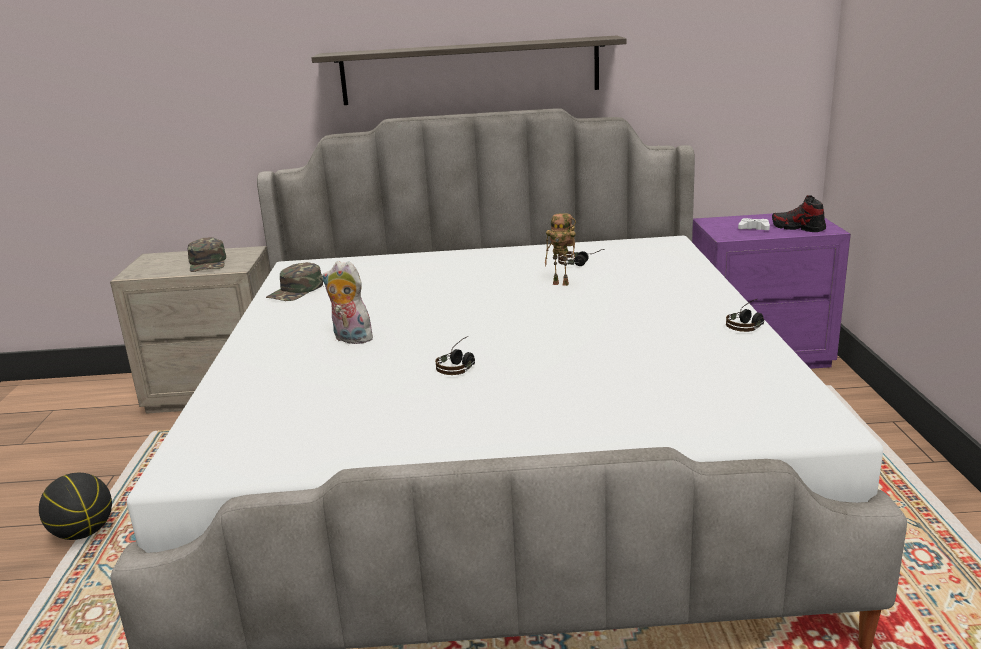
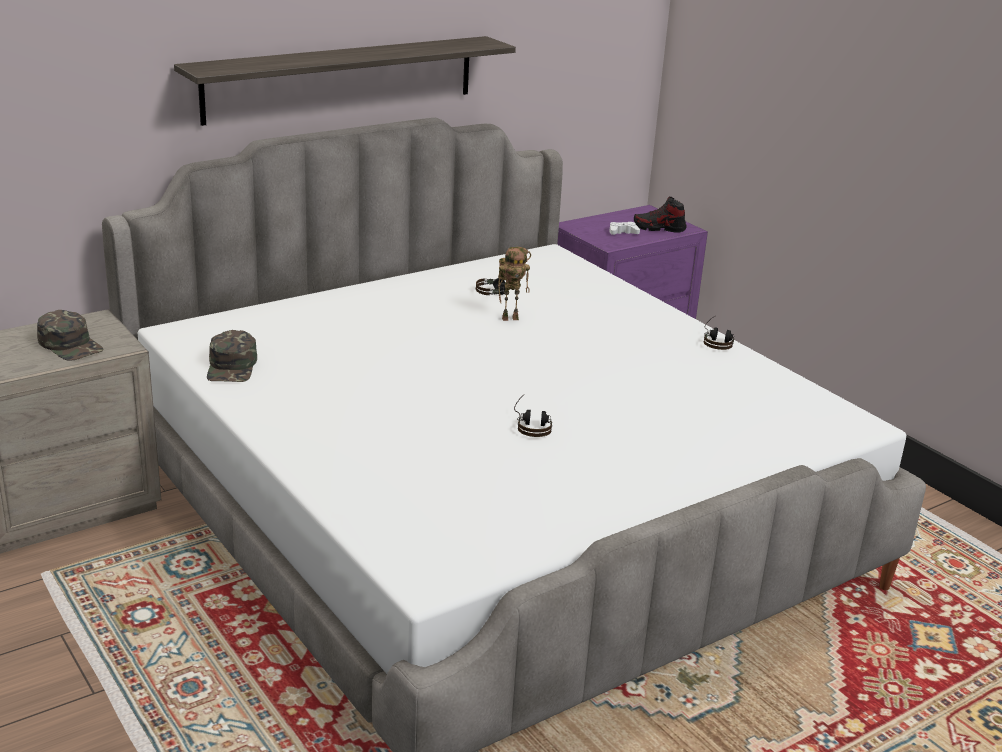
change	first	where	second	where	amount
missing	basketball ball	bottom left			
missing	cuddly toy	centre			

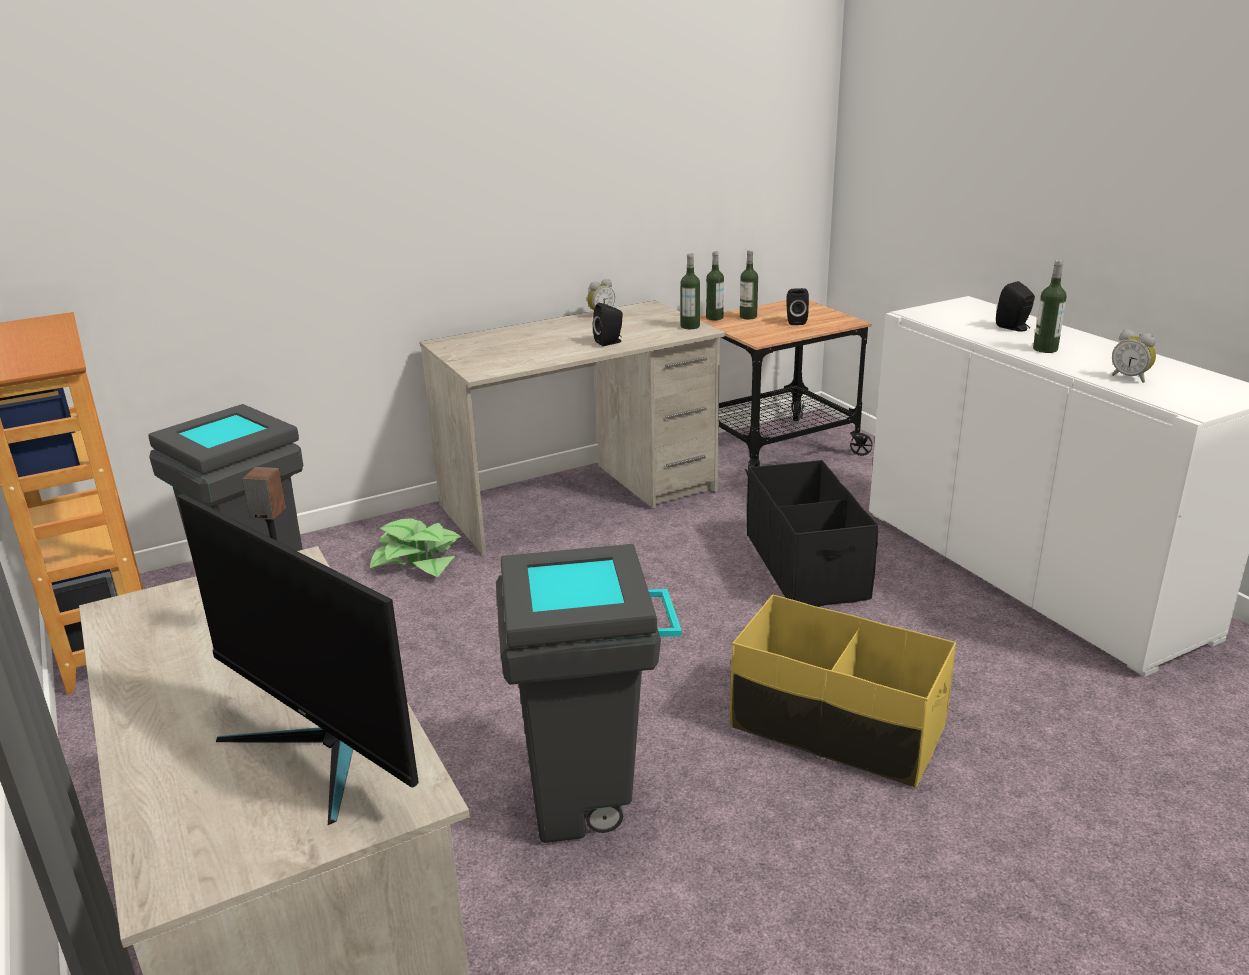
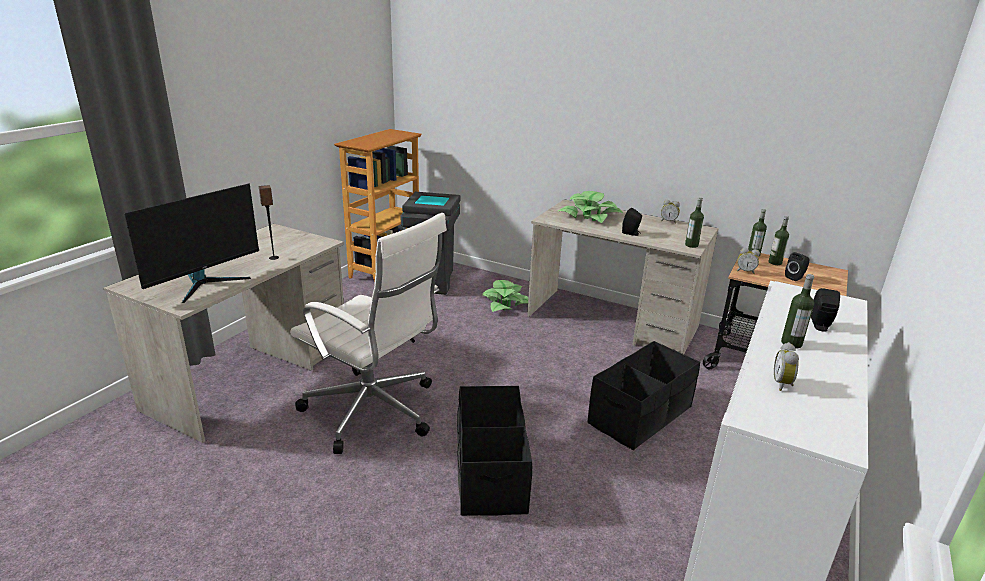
change	first	where	second	where	amount
appeared			potted plant (no. 2 from left)	centre	
appeared			table clock (no. 2 from left)	middle right	
exchanged	grey rubbish bin (no. 2 from left)	bottom centre	whitish computer chair	centre	
colour	yellow-coloured storage box	bottom right	black-coloured storage box (no. 1 from left)	bottom centre	
spun	monitor	bottom left		middle left	150 degrees counterclockwise

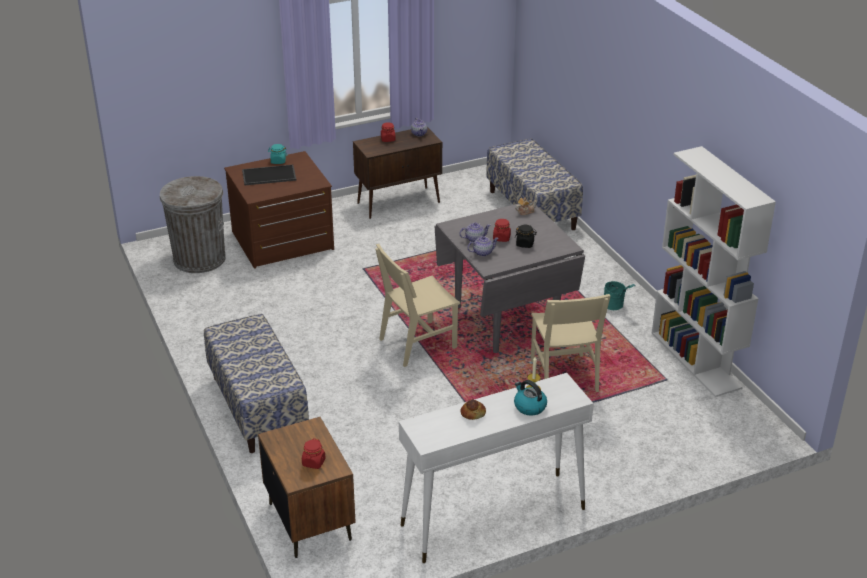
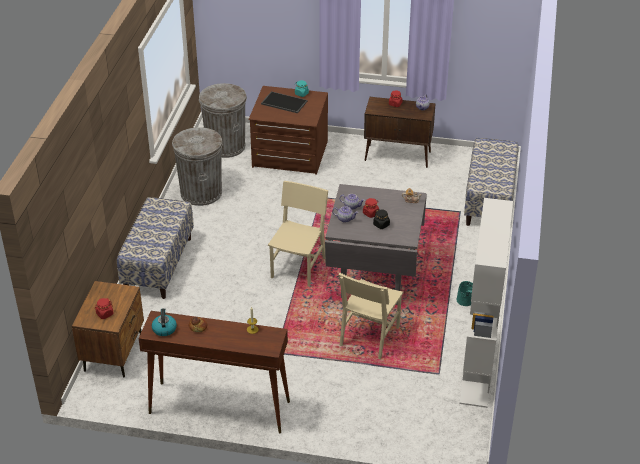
change	first	where	second	where	amount
appeared			grey rubbish bin (no. 1 from left)	middle left	
relocated	tea kettle	bottom centre		bottom left	
colour	whitish console table	bottom centre	brown-coloured console table	bottom centre	
spun	beige chair (no. 1 from left)	centre		centre	105 degrees clockwise

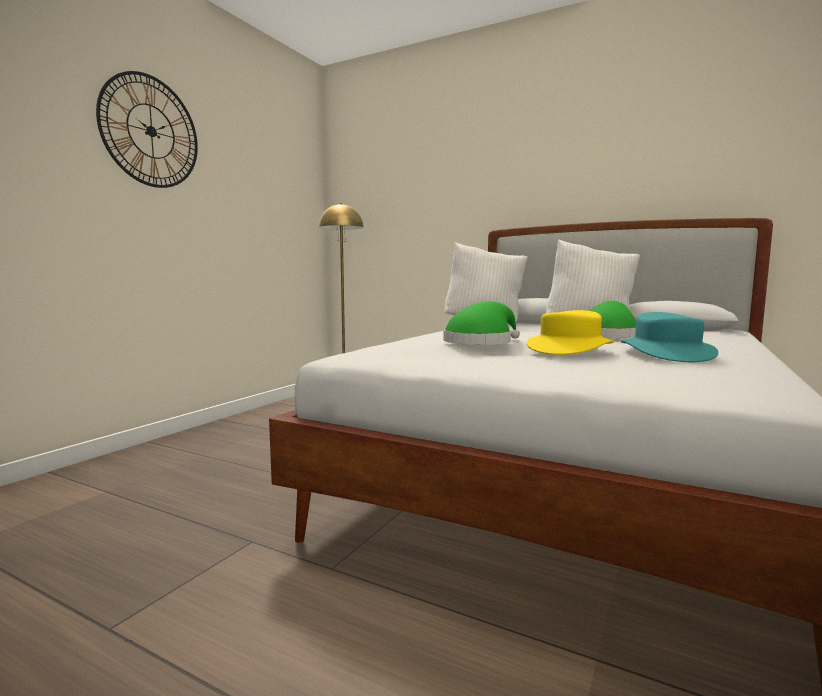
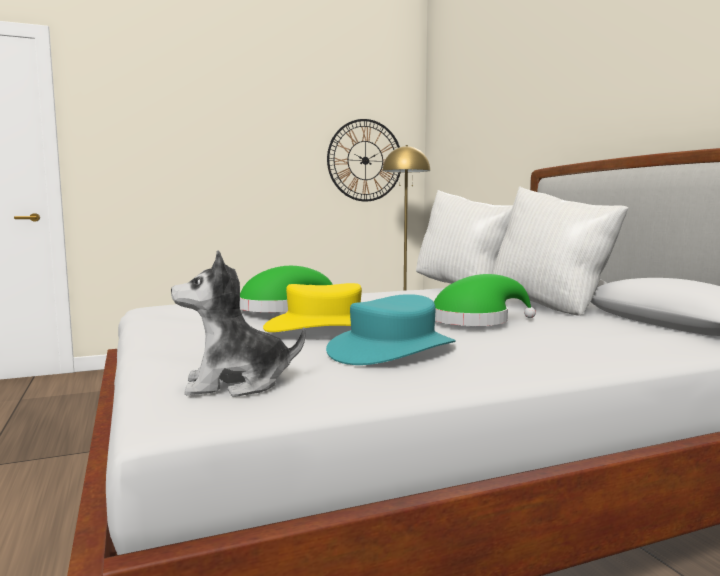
change	first	where	second	where	amount
appeared			cuddly toy	middle left	
relocated	clock on the wall	top left		top centre	

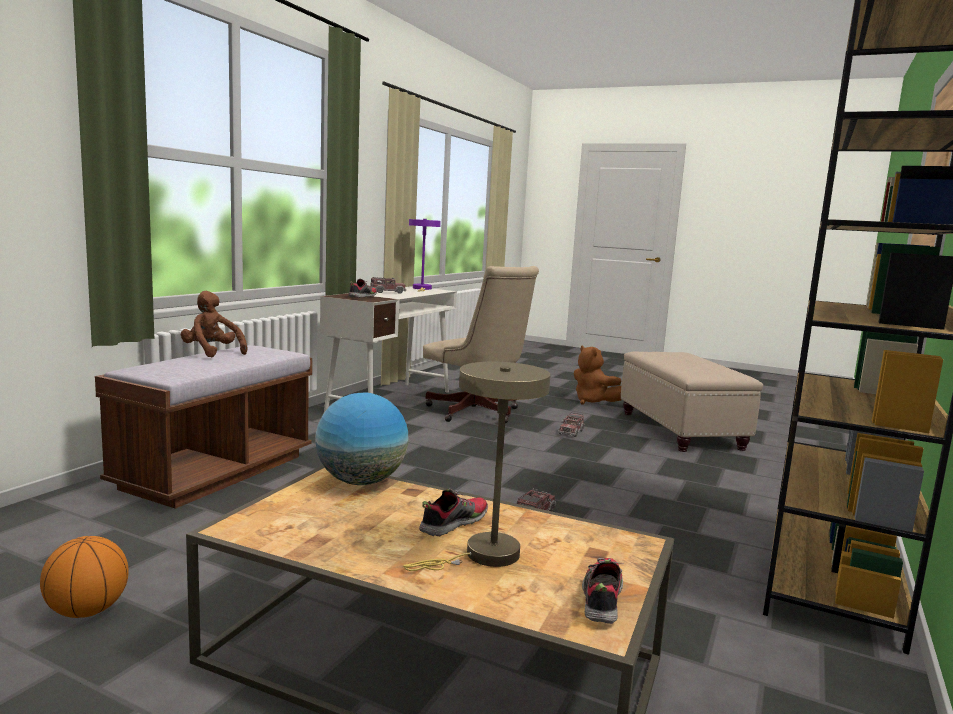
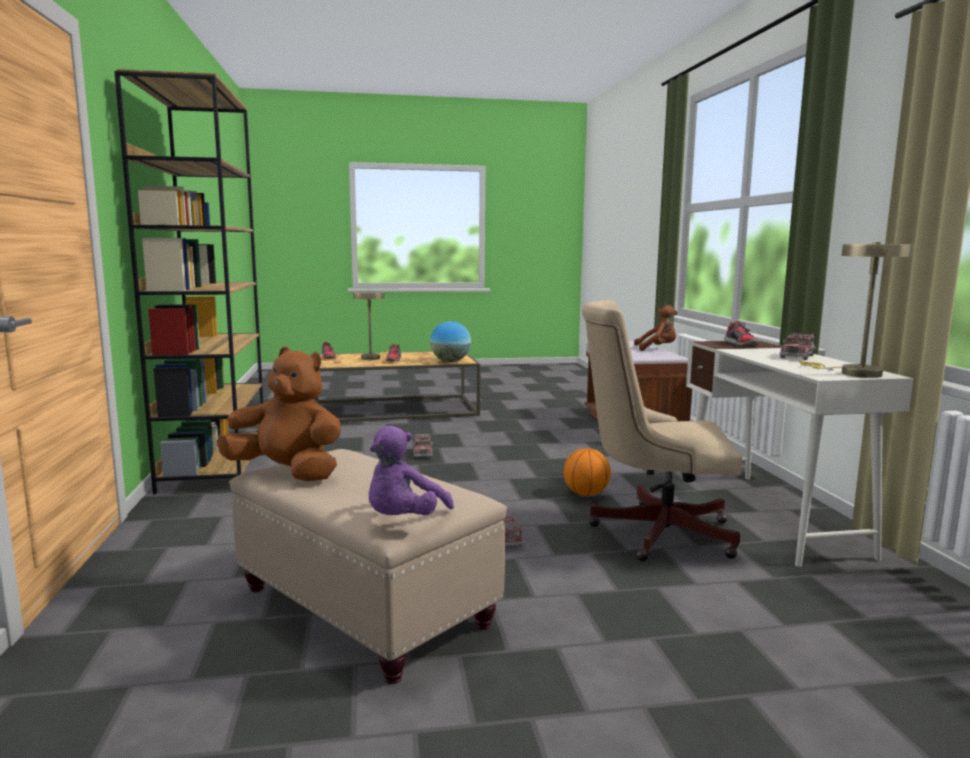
change	first	where	second	where	amount
appeared			purplish cuddly toy	centre	
relocated	basketball ball	bottom left		centre	
relocated	brown-coloured cuddly toy (no. 2 from left in the first image)	centre	brown-coloured cuddly toy (no. 1 from left)	middle left	
colour	purplish lamp for a table	centre	beige lamp for a table (no. 2 from left)	middle right	

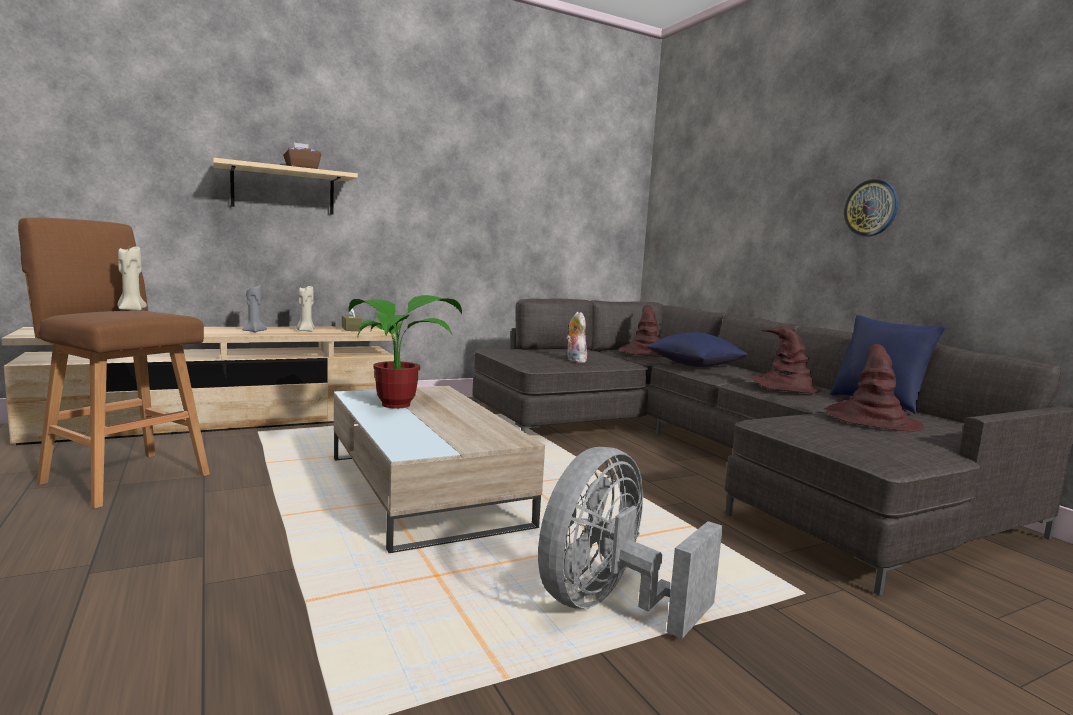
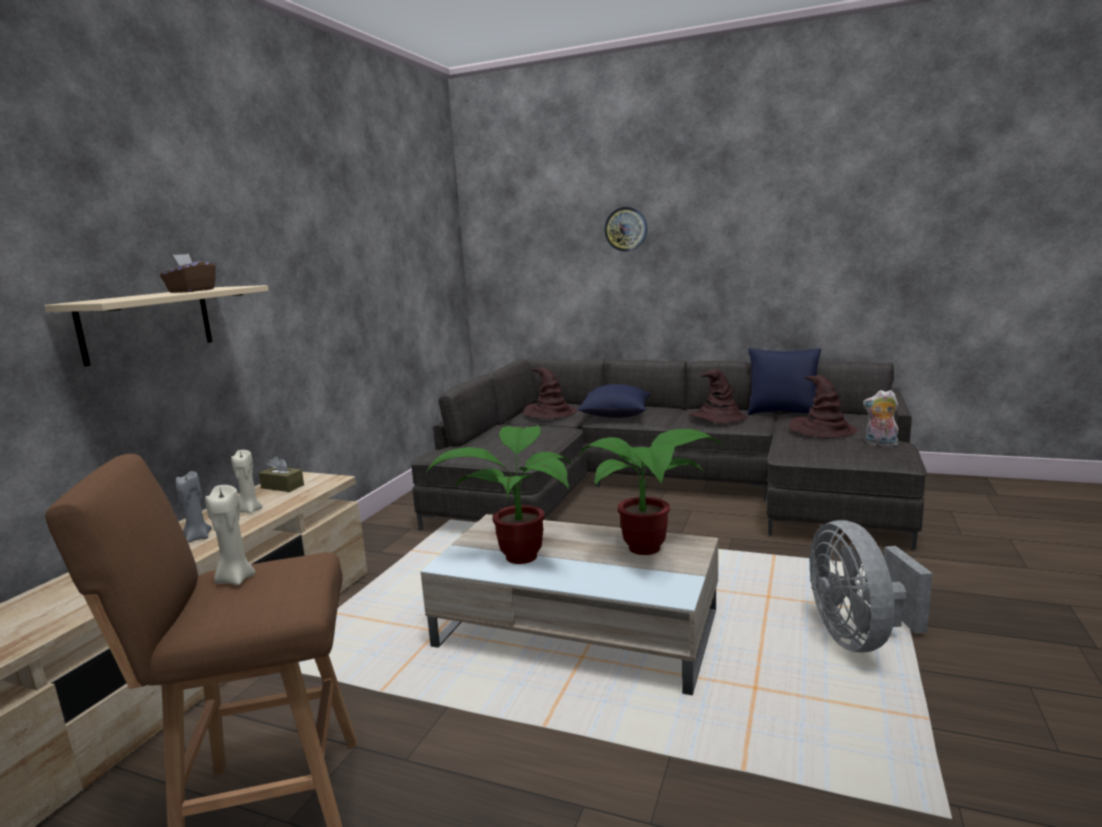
change	first	where	second	where	amount
appeared			potted plant (no. 2 from left)	centre	
relocated	cuddly toy	centre		middle right	
relocated	clock on the wall	top right		top centre	

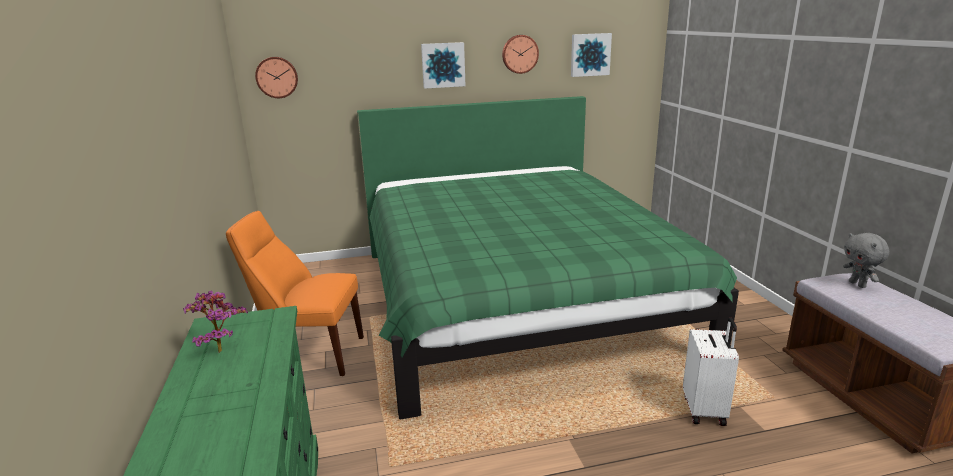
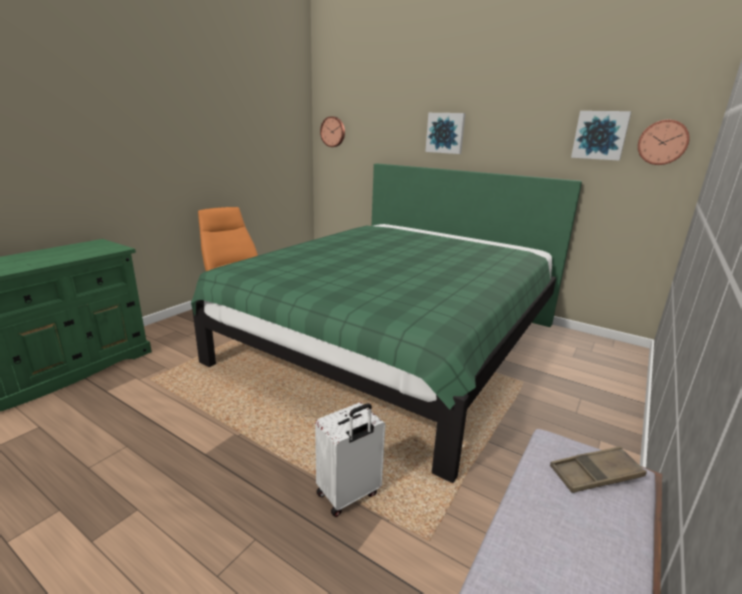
change	first	where	second	where	amount
missing	potted plant	bottom left			
relocated	clock on the wall (no. 2 from left)	top centre		top right	
exchanged	grey cuddly toy	middle right	brown-coloured carrying tray	bottom right	

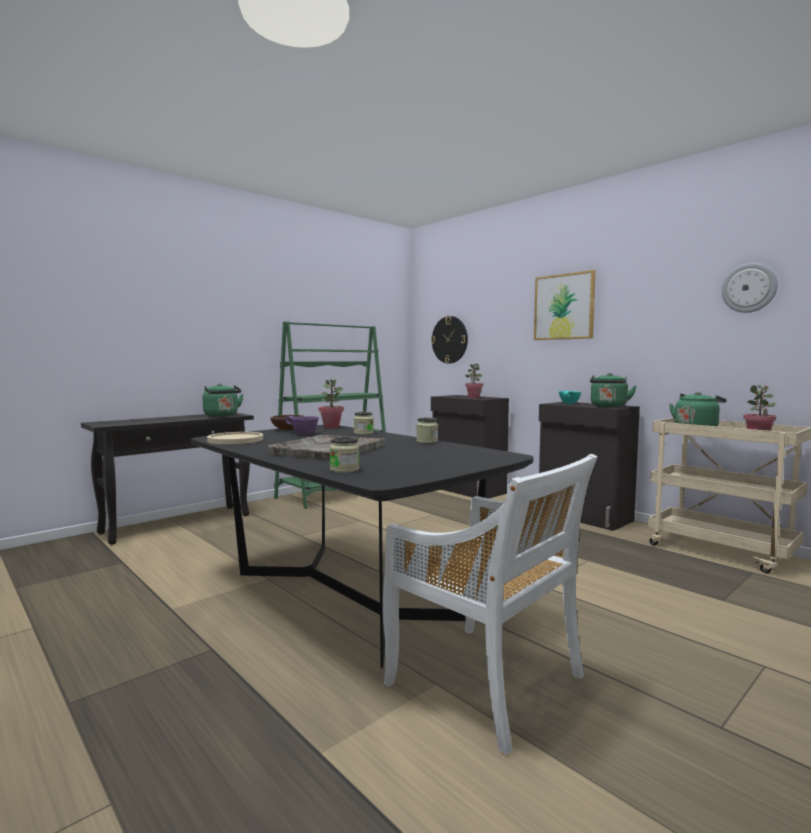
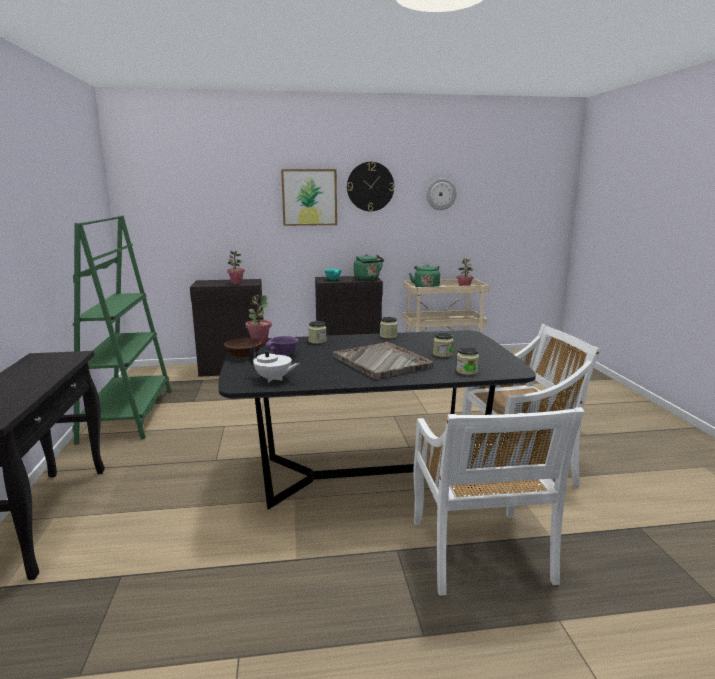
change	first	where	second	where	amount
missing	green-coloured tea kettle (no. 1 from left)	middle left			
appeared			whitish chair (no. 1 from left)	bottom right	
appeared			storage jar (no. 3 from left)	centre	
relocated	clock on the wall (no. 1 from left)	centre		top centre	
exchanged	beige plate	middle left	whitish tea pot	centre	

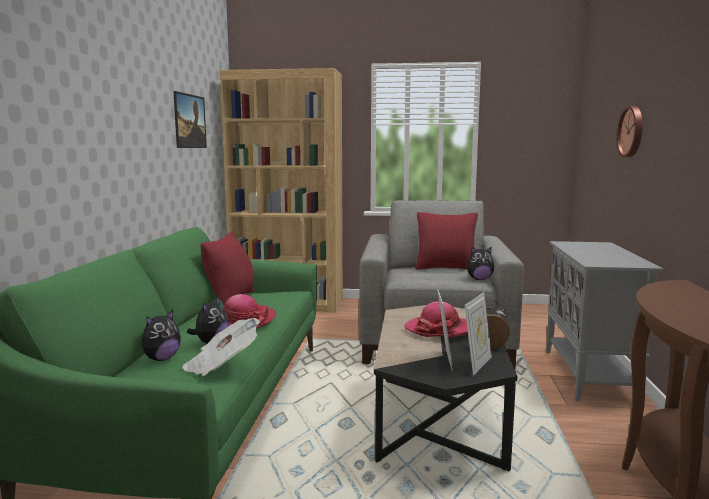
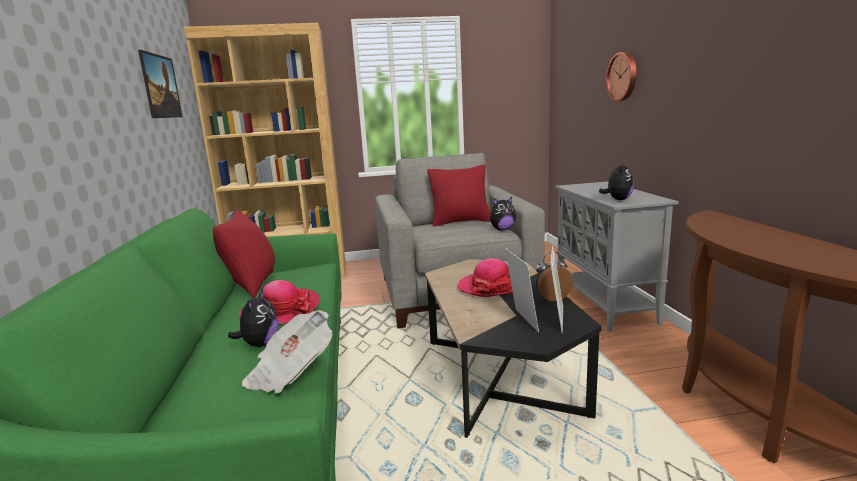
change	first	where	second	where	amount
relocated	cuddly toy (no. 1 from left in the first image)	bottom left	cuddly toy (no. 3 from left)	middle right	

